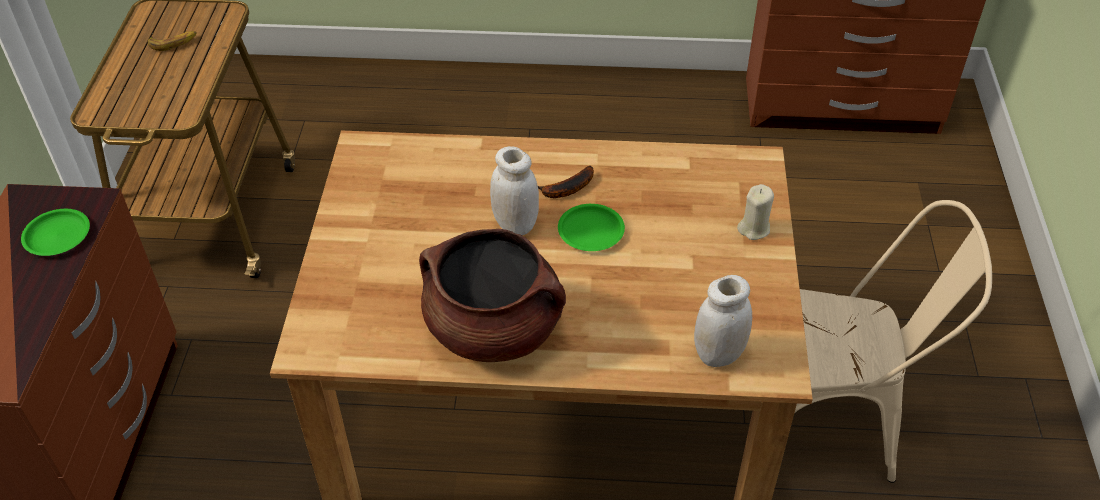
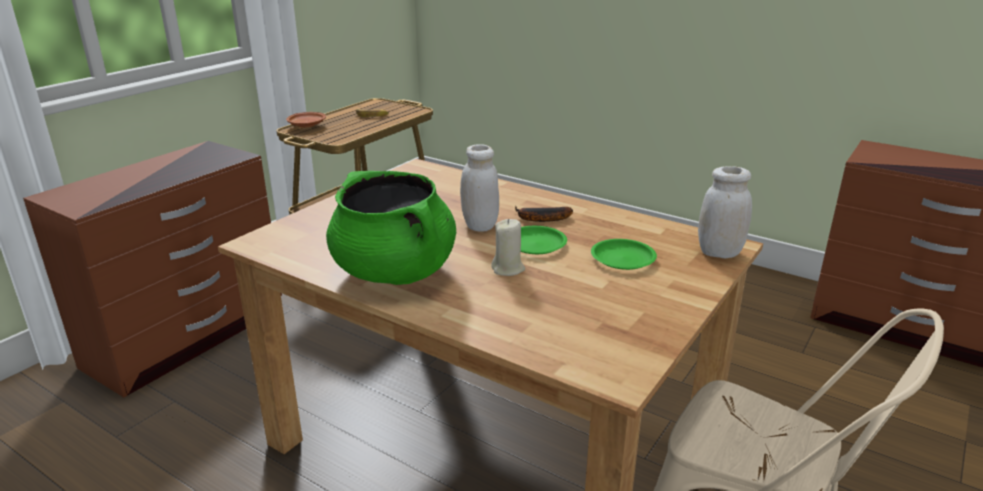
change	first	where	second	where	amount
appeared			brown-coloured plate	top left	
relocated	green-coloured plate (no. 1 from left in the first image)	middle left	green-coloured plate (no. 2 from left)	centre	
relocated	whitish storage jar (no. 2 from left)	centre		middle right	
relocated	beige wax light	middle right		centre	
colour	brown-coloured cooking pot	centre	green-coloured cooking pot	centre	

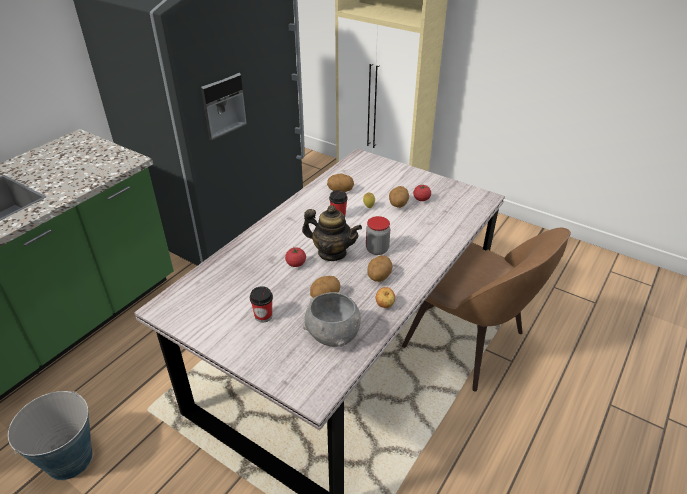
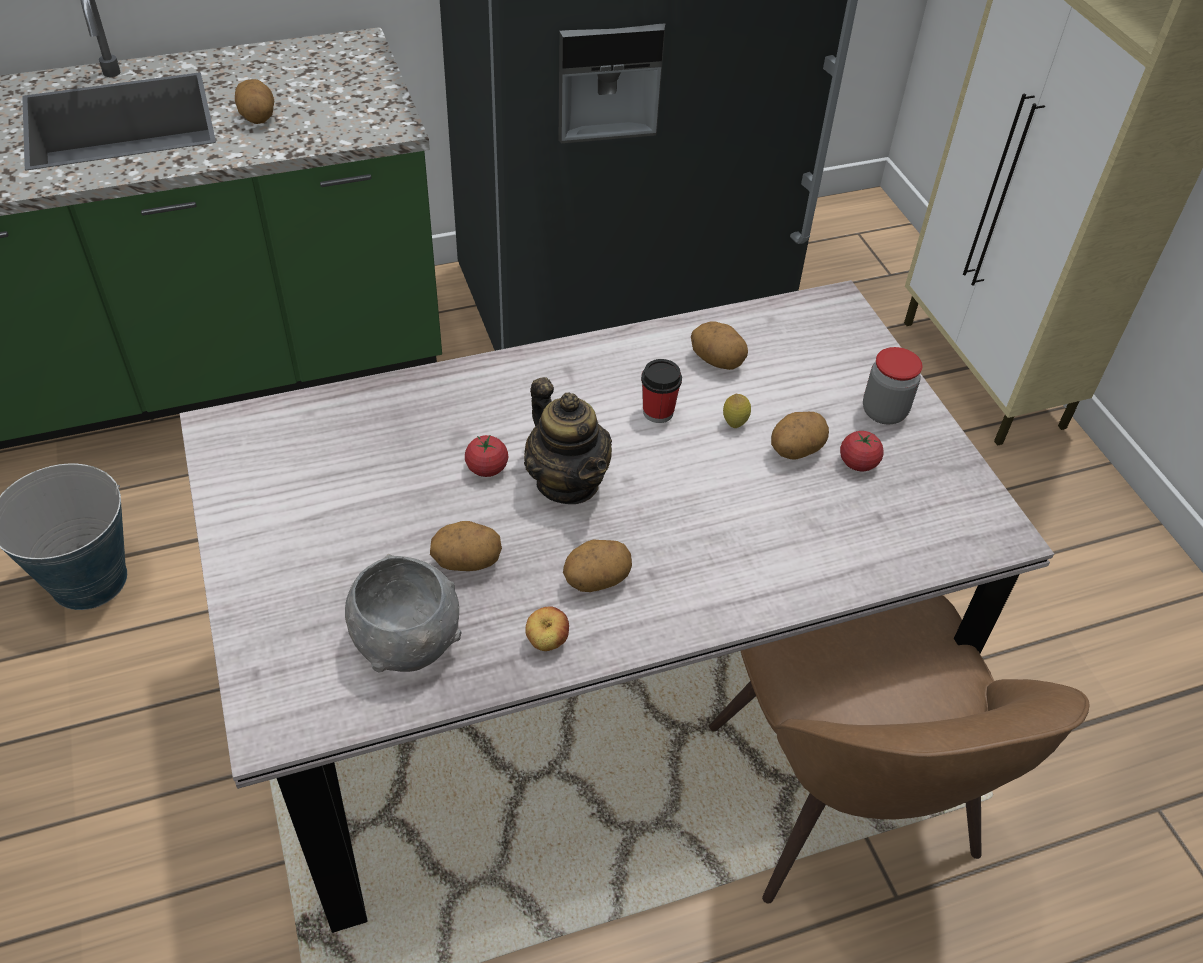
change	first	where	second	where	amount
missing	small cup (no. 1 from left)	centre			
appeared			spud (no. 1 from left)	top left	
relocated	storage jar	centre		middle right	

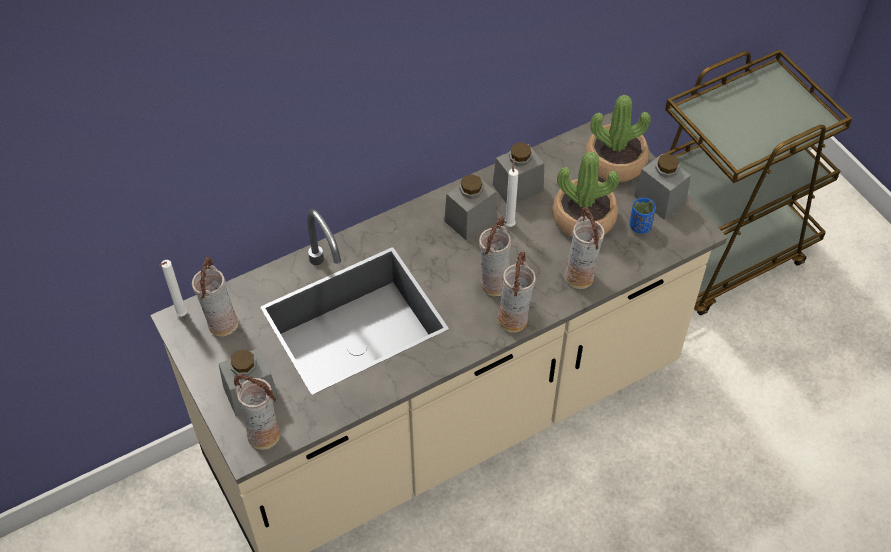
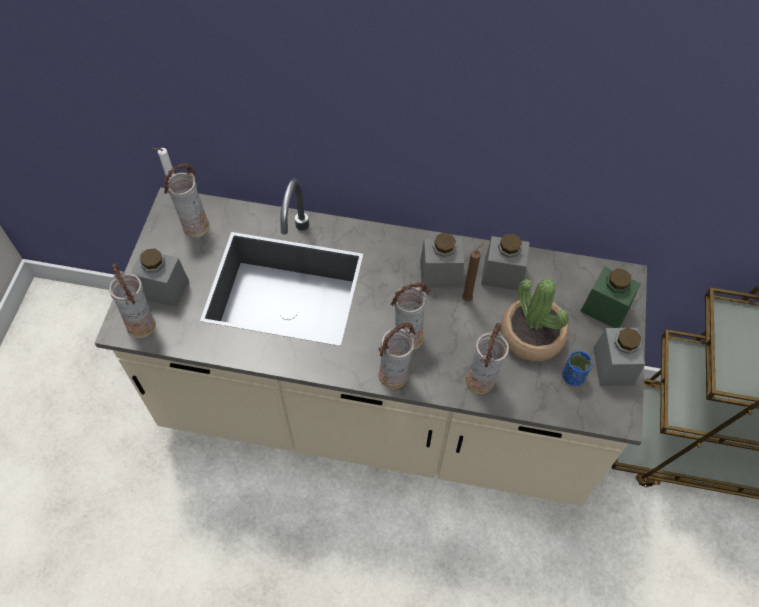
change	first	where	second	where	amount
exchanged	potted plant (no. 2 from left)	top right	green-coloured storage jar	middle right	
colour	whitish wax light (no. 2 from left)	centre	brown-coloured wax light	centre	

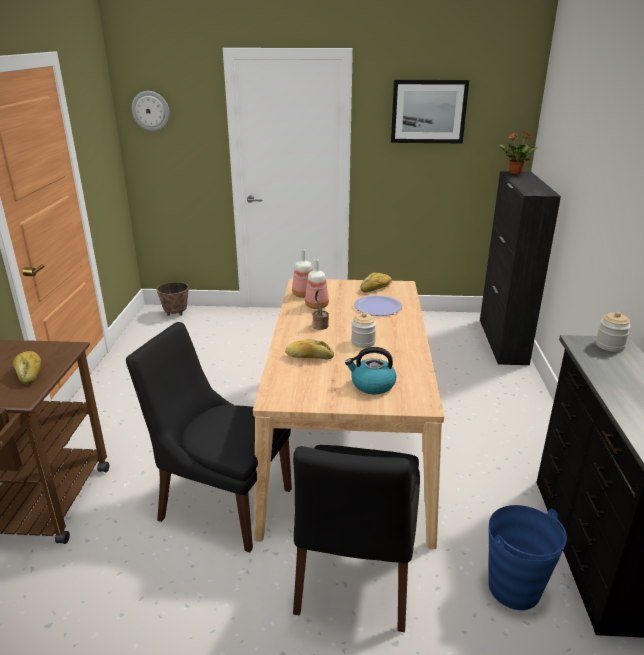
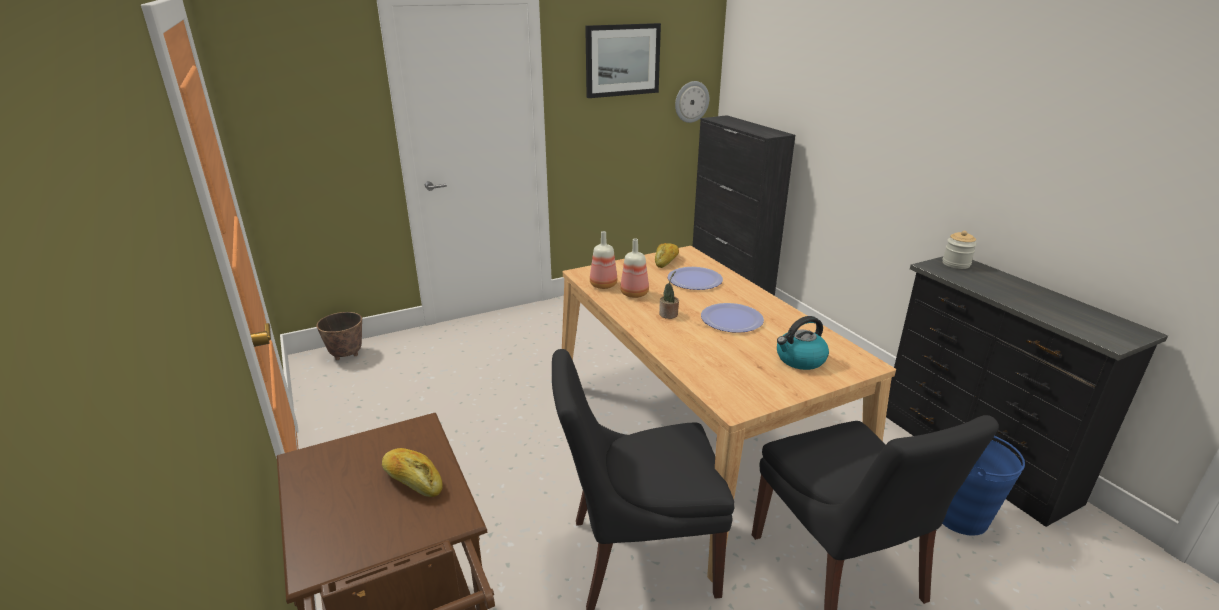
change	first	where	second	where	amount
missing	baked bread (no. 2 from left)	centre			
missing	potted plant (no. 2 from left)	top right			
relocated	clock on the wall	top left		top centre	
exchanged	storage jar (no. 1 from left)	centre	plate (no. 2 from left)	centre	

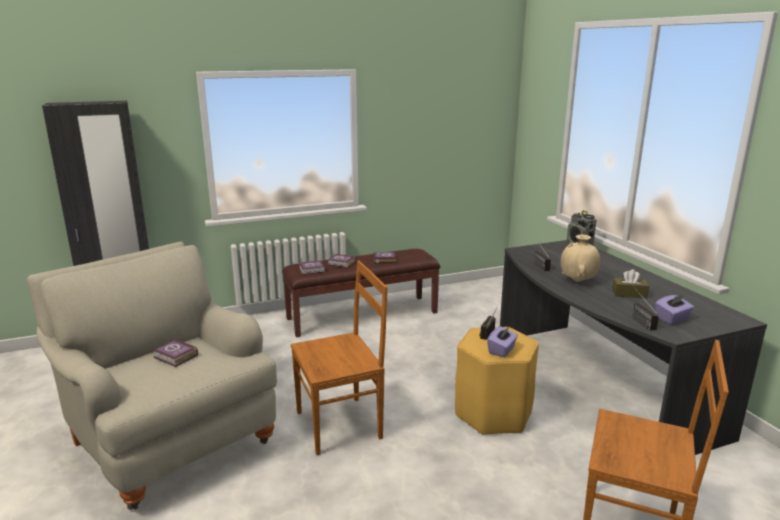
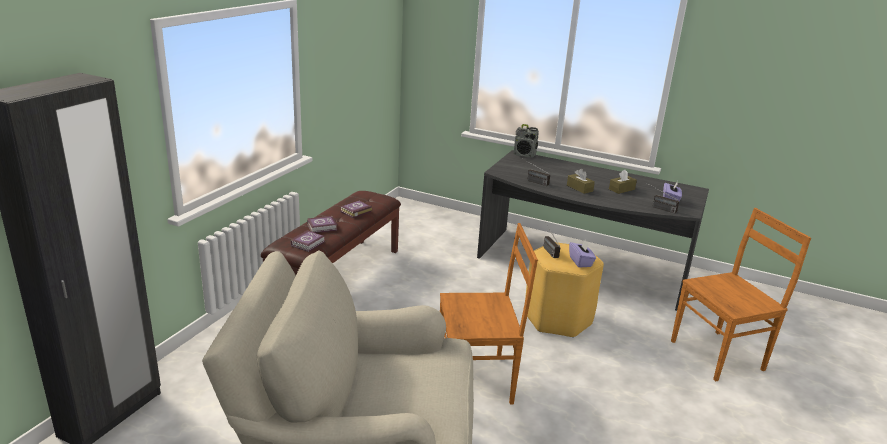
change	first	where	second	where	amount
missing	bound book (no. 1 from left)	bottom left			
exchanged	beige decorative vase	middle right	brown-coloured tissue holder (no. 1 from left)	centre	
spun	brown-coloured chair (no. 1 from left)	bottom centre		bottom centre	60 degrees clockwise

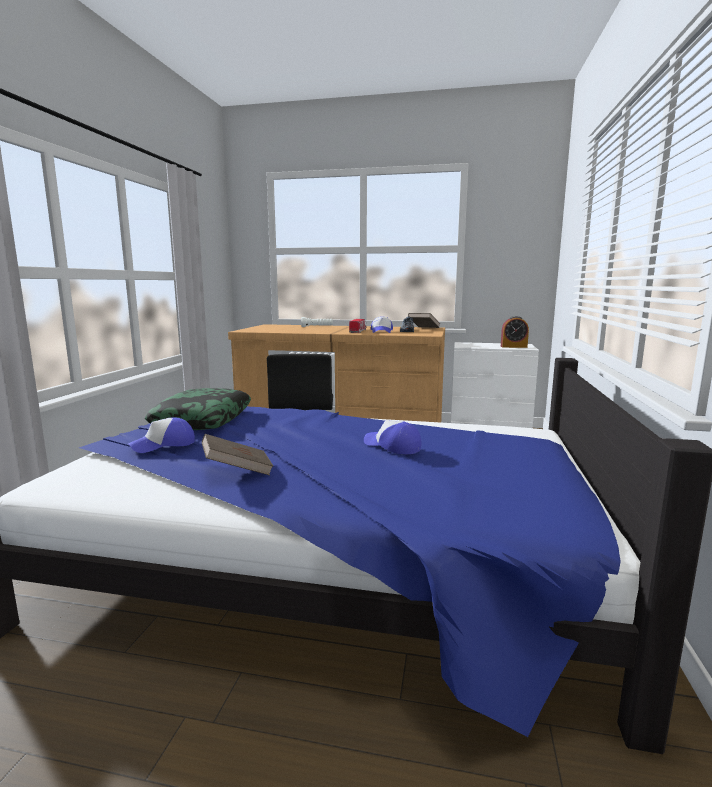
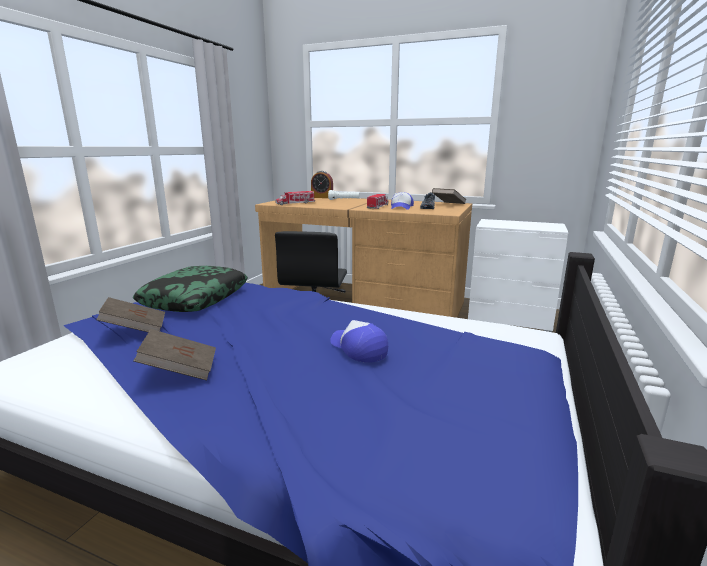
change	first	where	second	where	amount
appeared			toy truck (no. 1 from left)	centre	
relocated	table clock	middle right		top centre	
exchanged	cap (no. 1 from left)	middle left	brown-coloured bound book (no. 1 from left)	middle left	

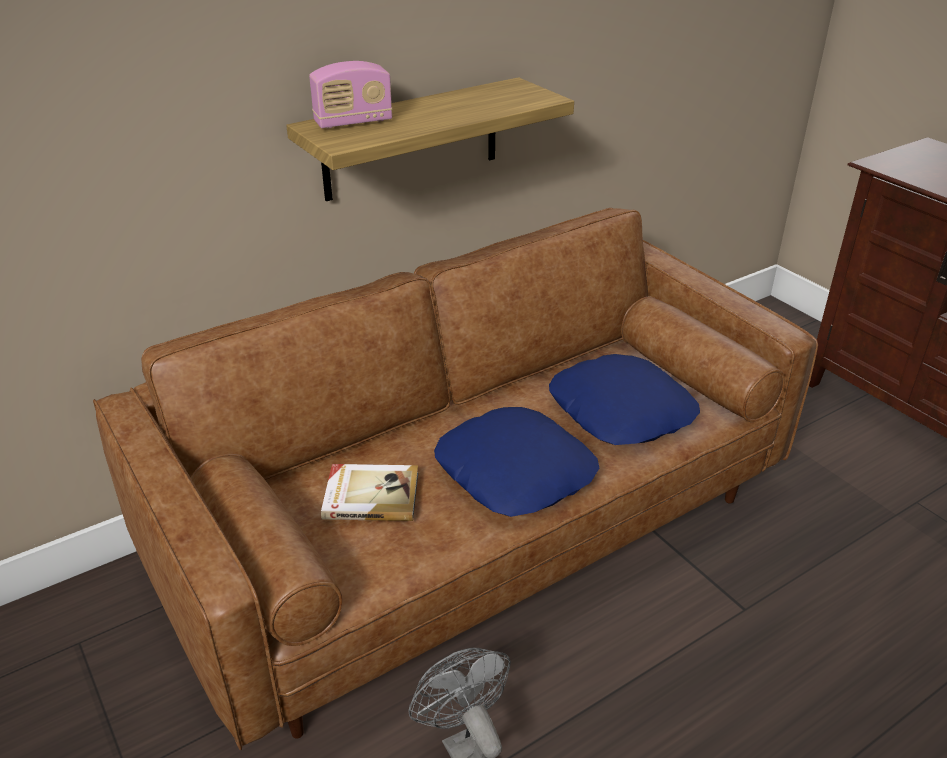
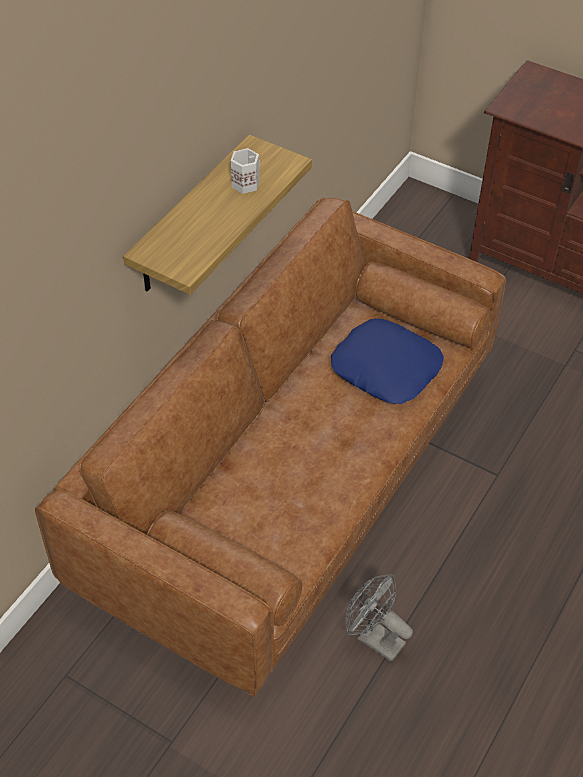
change	first	where	second	where	amount
missing	radio set	top centre			
missing	bound book	centre			
missing	blue-coloured throw pillow (no. 1 from left)	centre			
appeared			whitish coffee mug	top centre	

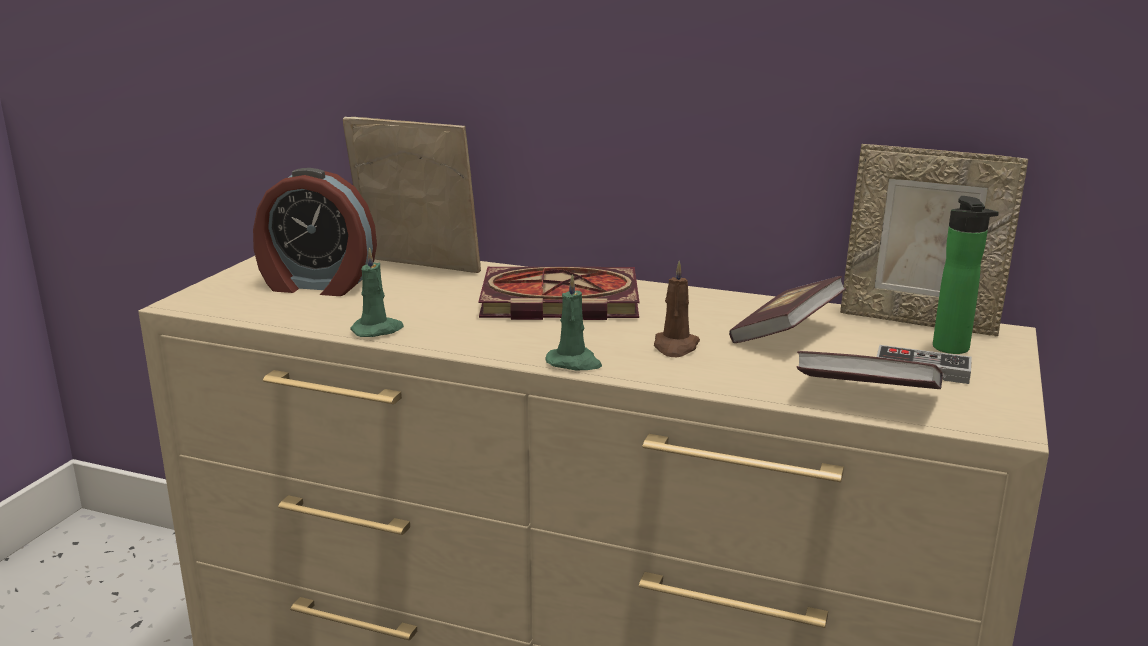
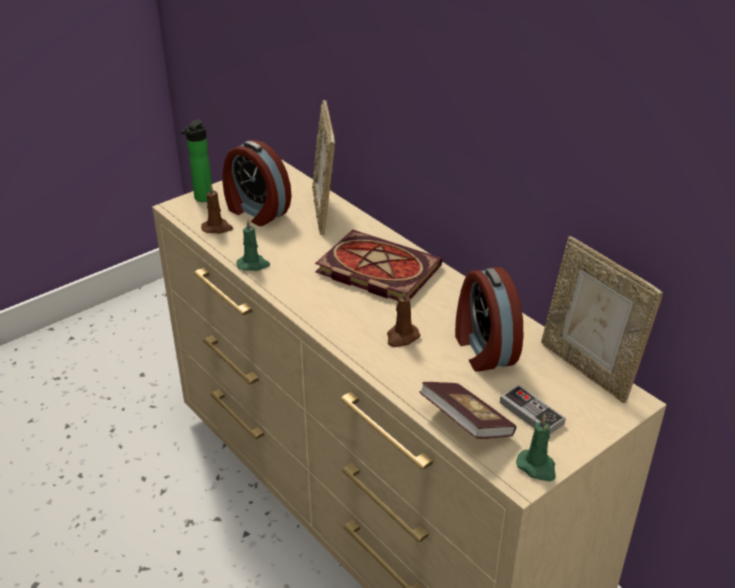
change	first	where	second	where	amount
appeared			brown-coloured wax light (no. 1 from left)	middle left	
relocated	green-coloured wax light (no. 2 from left)	centre		bottom right	
relocated	drink bottle	middle right		top left	
exchanged	bound book (no. 2 from left)	middle right	table clock (no. 2 from left)	centre	
spun	picture frame (no. 1 from left)	top centre		top centre	150 degrees counterclockwise

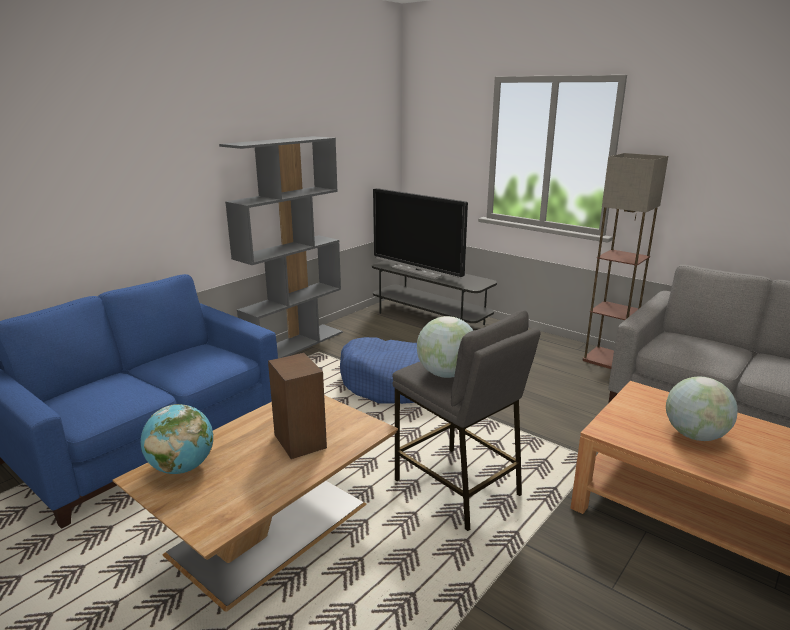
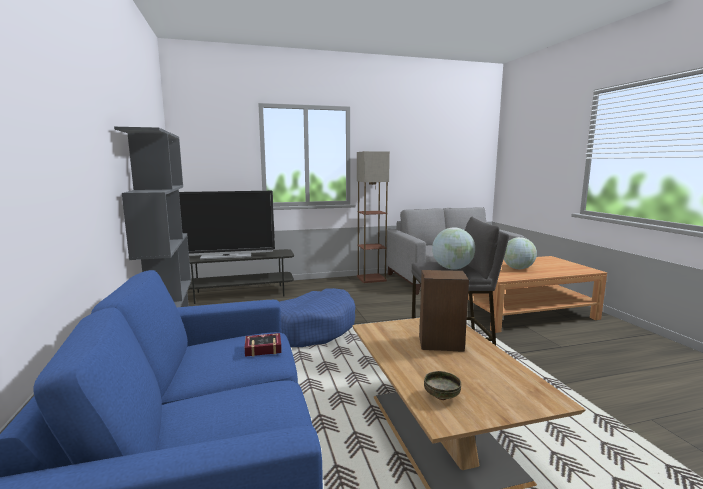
change	first	where	second	where	amount
appeared			bound book	bottom centre	
exchanged	desk globe (no. 1 from left)	bottom left	bowl	bottom centre	

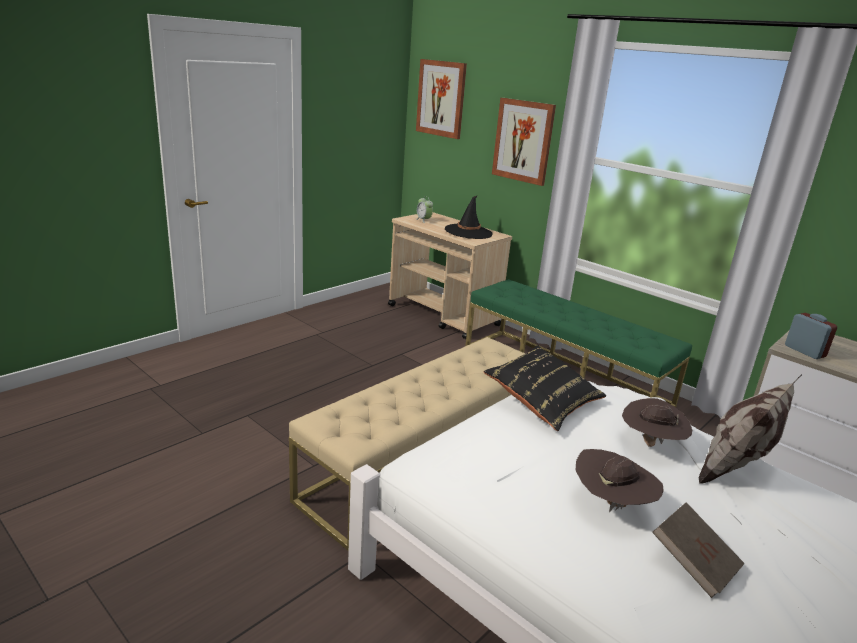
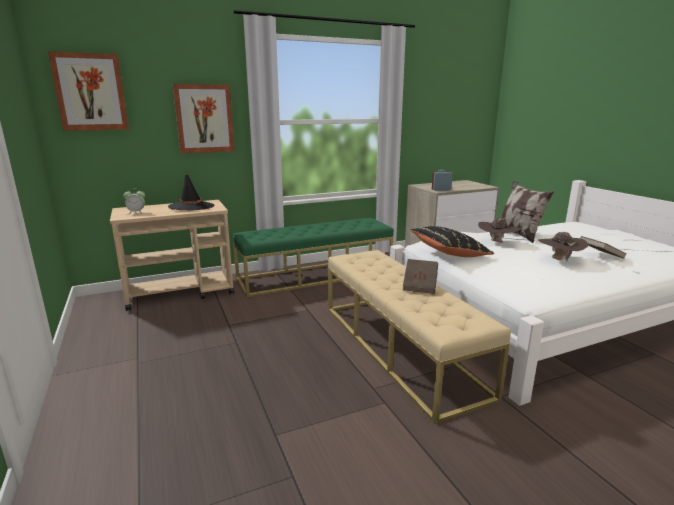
change	first	where	second	where	amount
appeared			brown-coloured bound book (no. 1 from left)	centre	

